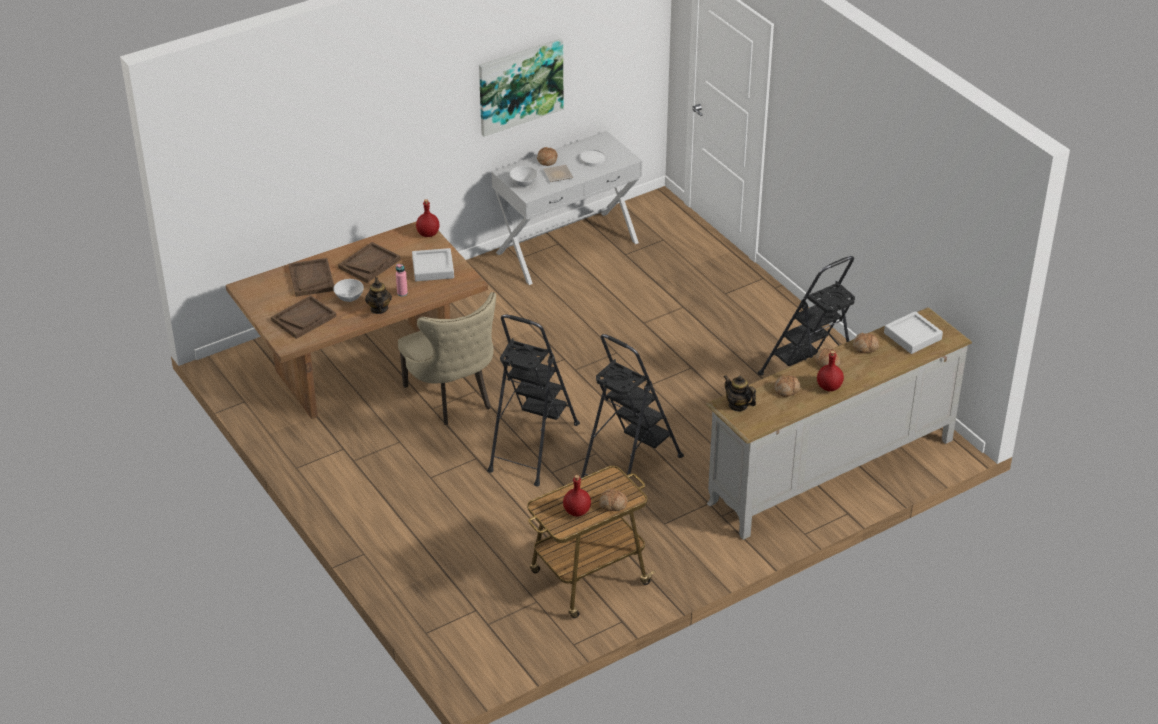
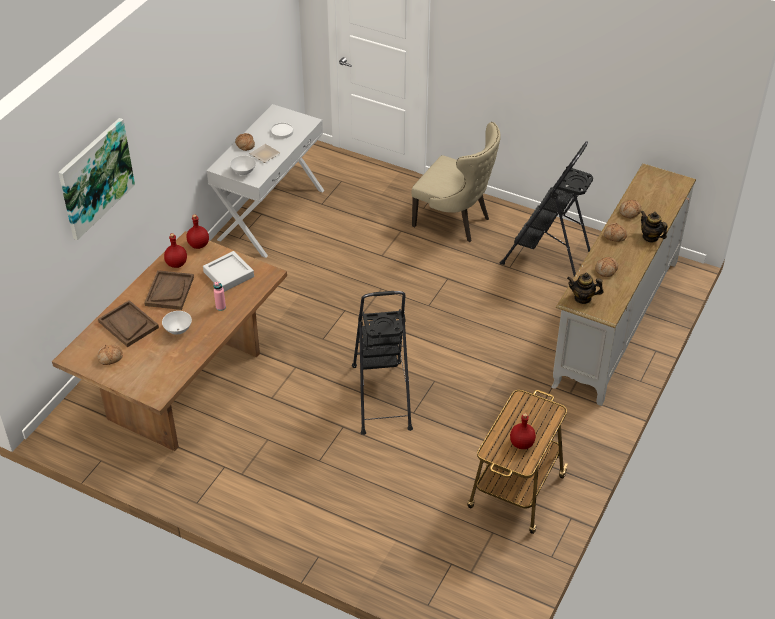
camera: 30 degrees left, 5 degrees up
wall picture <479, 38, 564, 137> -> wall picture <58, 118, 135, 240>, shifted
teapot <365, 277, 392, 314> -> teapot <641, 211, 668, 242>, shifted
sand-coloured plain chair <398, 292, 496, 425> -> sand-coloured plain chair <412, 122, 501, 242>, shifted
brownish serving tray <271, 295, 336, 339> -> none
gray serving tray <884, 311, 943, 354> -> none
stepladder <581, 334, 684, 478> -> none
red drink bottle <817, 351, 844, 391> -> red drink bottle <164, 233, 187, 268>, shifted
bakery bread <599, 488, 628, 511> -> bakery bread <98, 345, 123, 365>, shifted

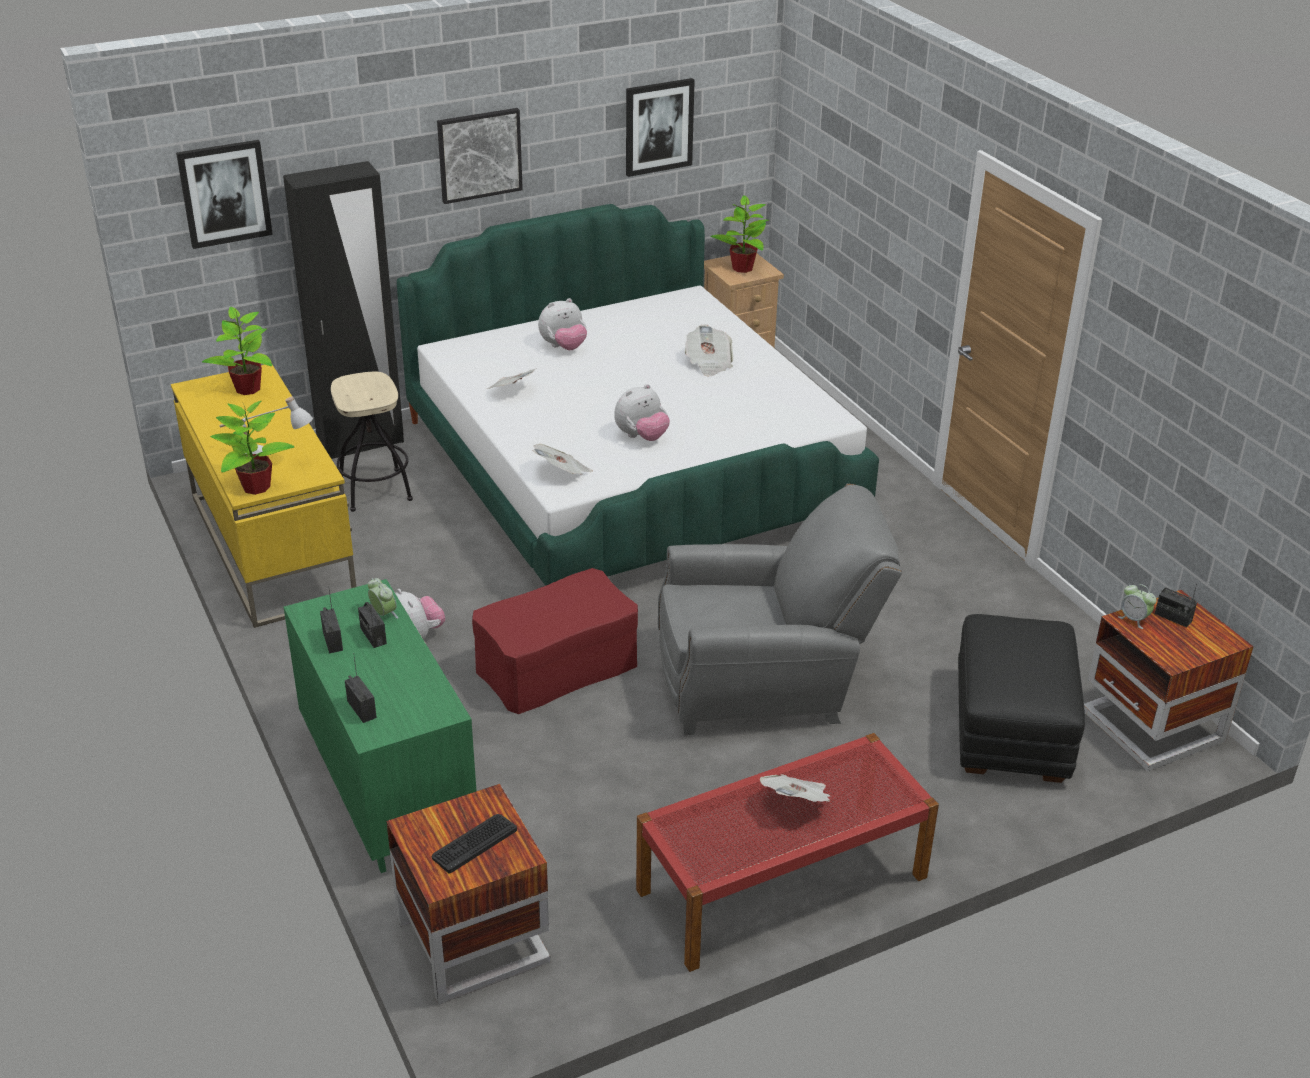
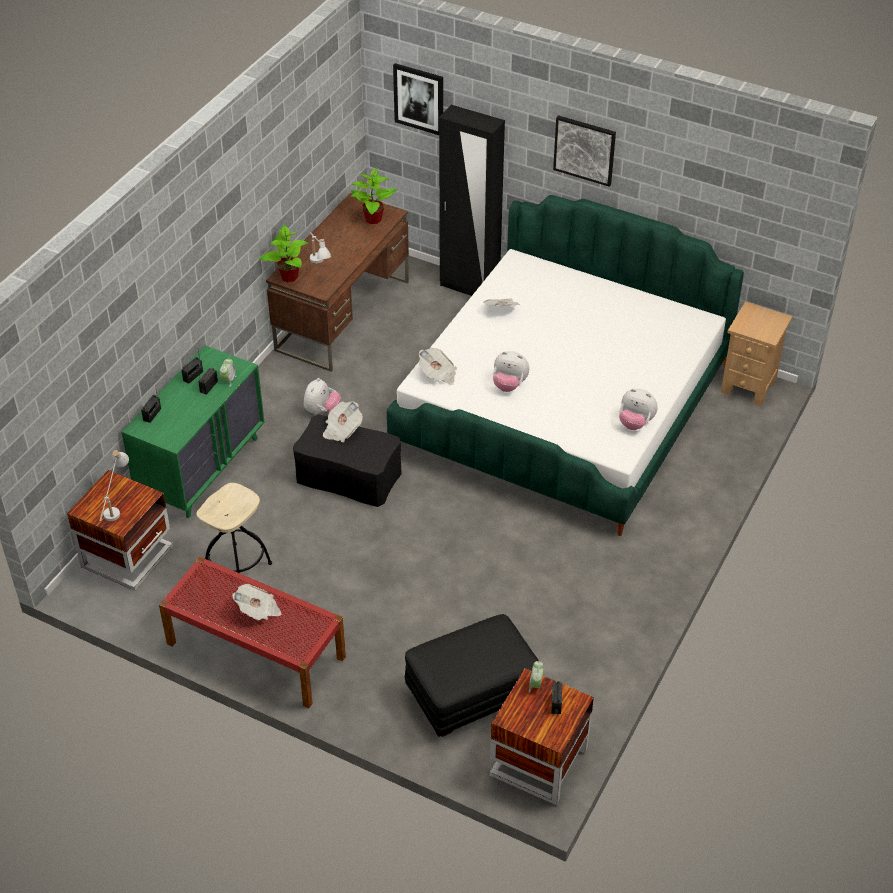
camera: 55 degrees right, 10 degrees up
wall picture <626, 78, 695, 177> -> none
plant in a pot <710, 195, 769, 273> -> none
soft toy <538, 298, 587, 350> -> soft toy <619, 389, 658, 430>, shifted
daily paper <685, 325, 733, 377> -> daily paper <323, 401, 363, 442>, shifted
yellow-coloured desk <171, 365, 356, 628> -> brownish desk <266, 193, 409, 372>
sand-coloured stool <331, 372, 413, 512> -> sand-coloured stool <196, 483, 272, 573>, shifted
gray easy chair <658, 483, 902, 735> -> none
red pouffe <472, 568, 638, 714> -> blackish pouffe <293, 414, 402, 507>
computer keyboard <432, 814, 517, 874> -> white-coloured table lamp <99, 450, 129, 522>

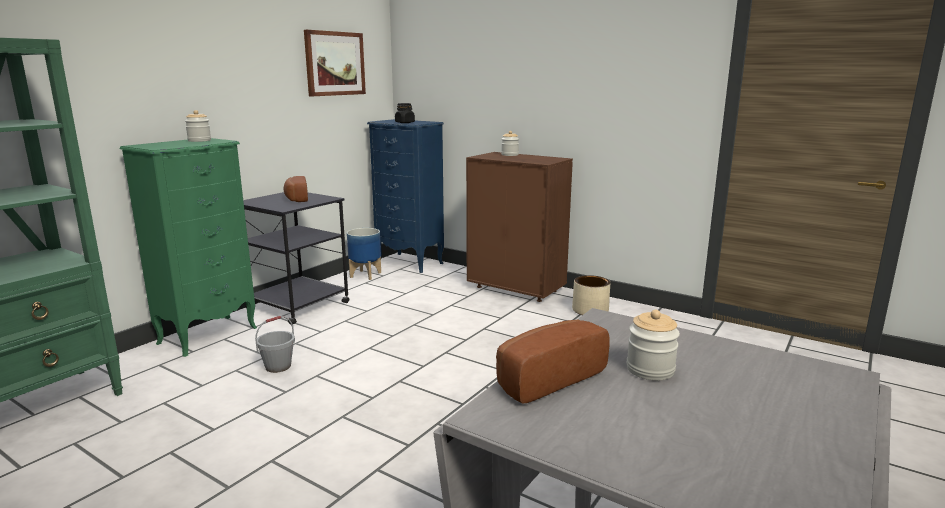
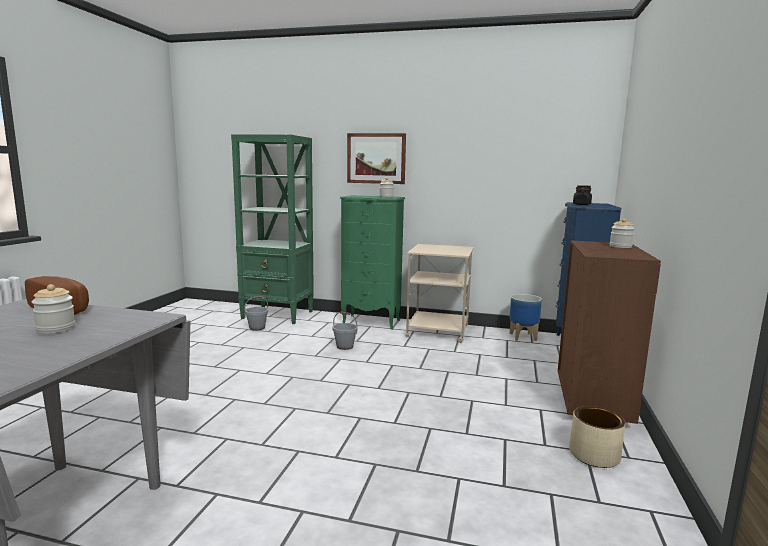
camera: 70 degrees right, 5 degrees down
wall picture <304, 30, 366, 96> -> wall picture <347, 133, 406, 184>, shifted
bakery bread <284, 176, 308, 202> -> none
blackish wheeled cart <243, 192, 350, 325> -> sand-coloured wheeled cart <405, 244, 474, 343>
none -> gray pail <244, 296, 268, 331>

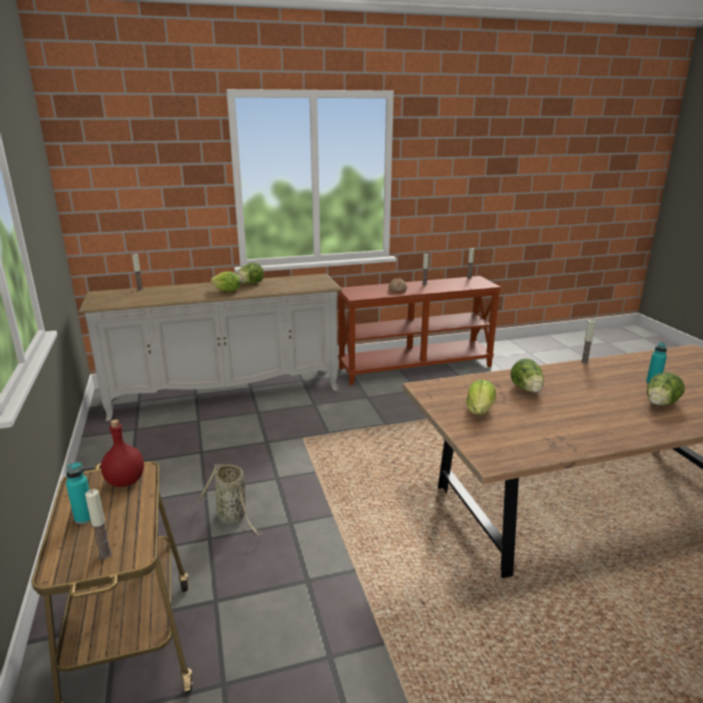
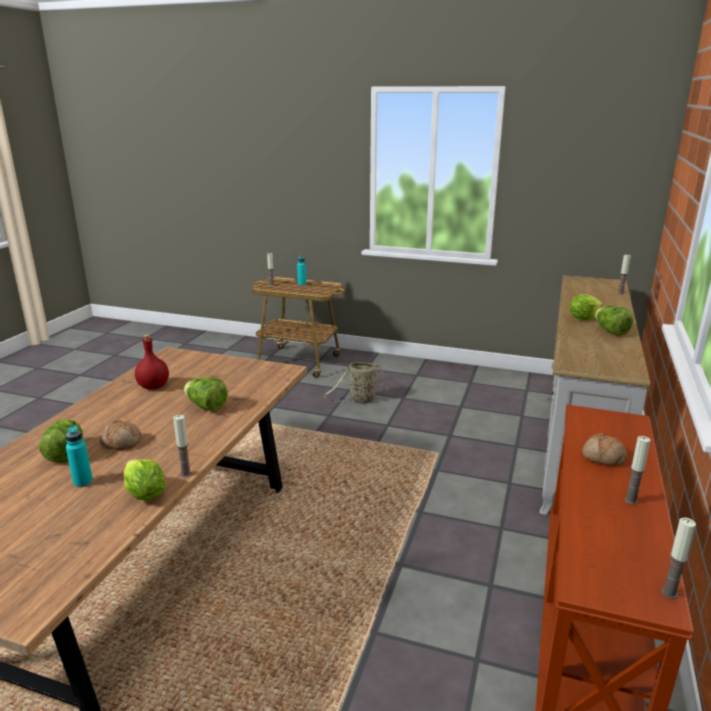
camera: 125 degrees right, 0 degrees up
head of lettuce <466, 379, 496, 414> -> head of lettuce <124, 459, 166, 500>, shifted
red drink bottle <101, 419, 144, 487> -> red drink bottle <135, 335, 169, 390>, shifted
none -> bakery bread <100, 420, 141, 450>

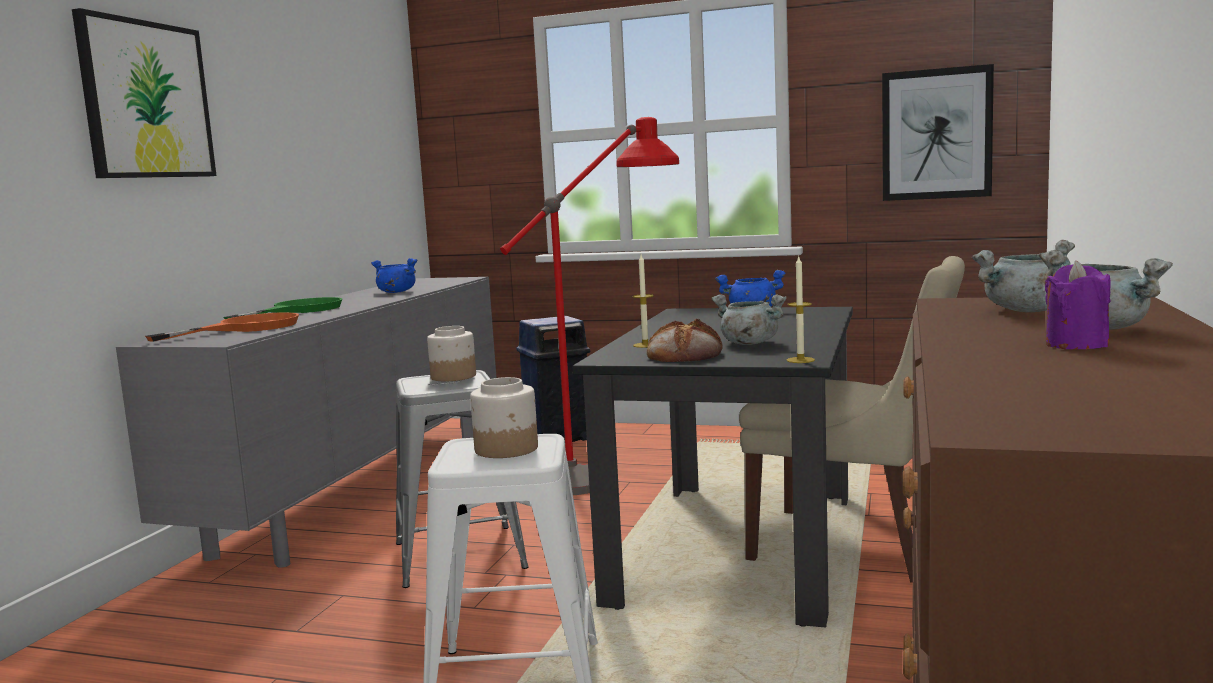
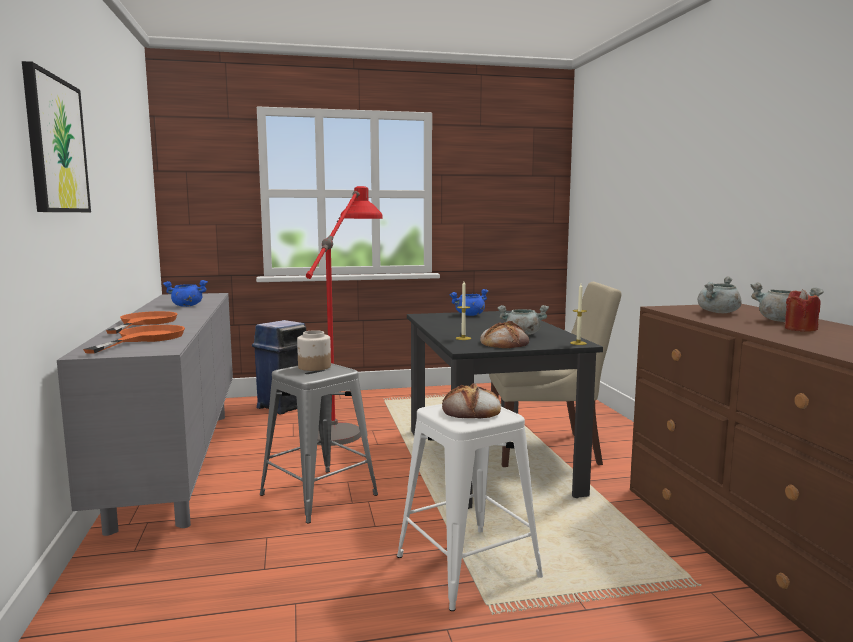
camera: 30 degrees left, 0 degrees up
wall picture <882, 64, 994, 201> -> none
purplish wax candle <1045, 261, 1111, 349> -> red wax candle <785, 289, 821, 332>
greenish pan <224, 297, 342, 319> -> orange pan <106, 311, 177, 334>
preserve jar <470, 377, 538, 458> -> bakery bread <442, 383, 501, 418>

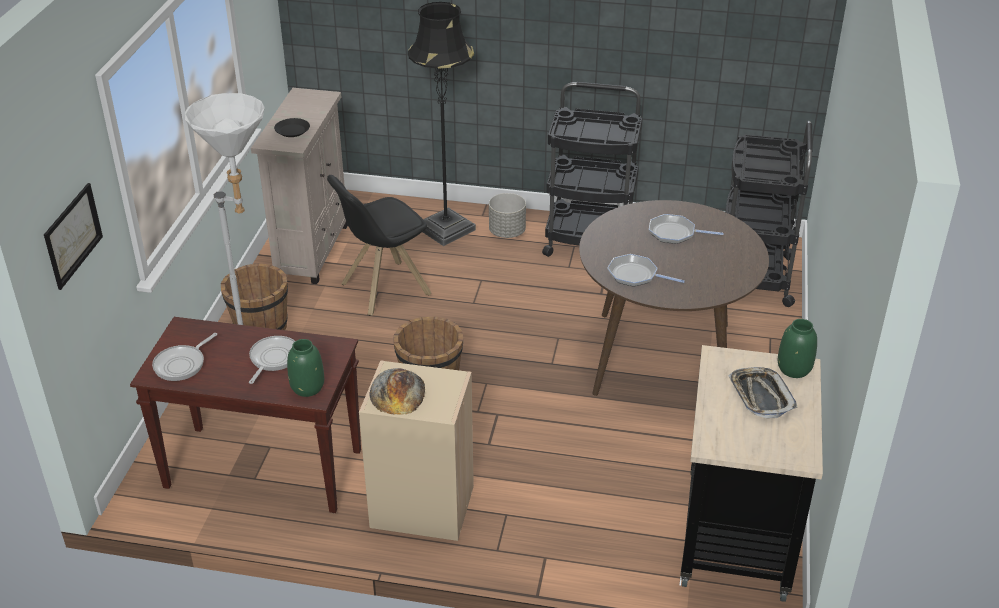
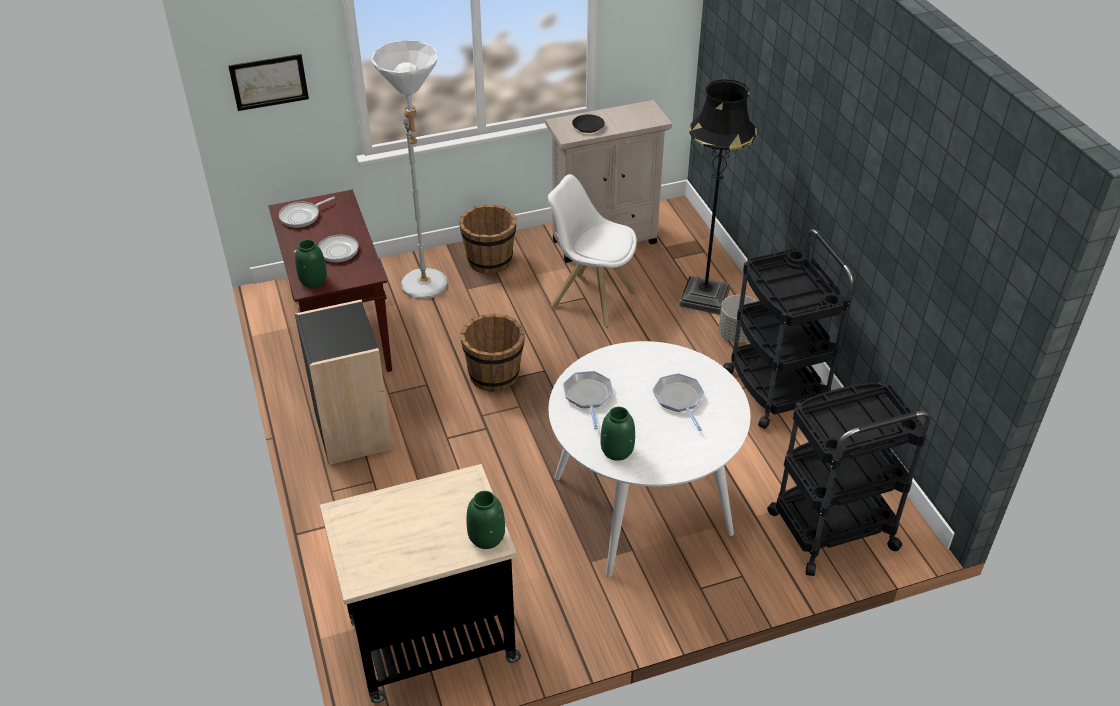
camera: 60 degrees right, 5 degrees up
blackish plain chair <327, 175, 431, 316> -> white-coloured plain chair <548, 174, 637, 327>
brownish dinner table <579, 200, 769, 396> -> white-coloured dinner table <549, 341, 750, 577>
pan <152, 333, 217, 381> -> pan <279, 197, 335, 228>, 45 degrees counterclockwise
sand-coloured bookcase <359, 360, 474, 541> -> blackish bookcase <295, 299, 393, 465>
serving tray <728, 367, 797, 418> -> none
bakery bread <369, 368, 425, 415> -> none
none -> greenish decorative vase <601, 407, 635, 461>

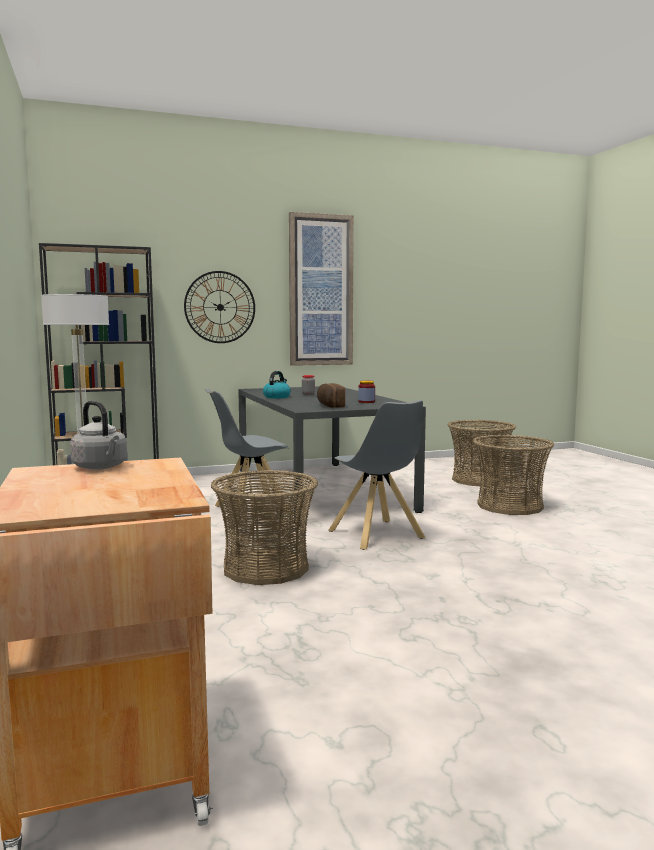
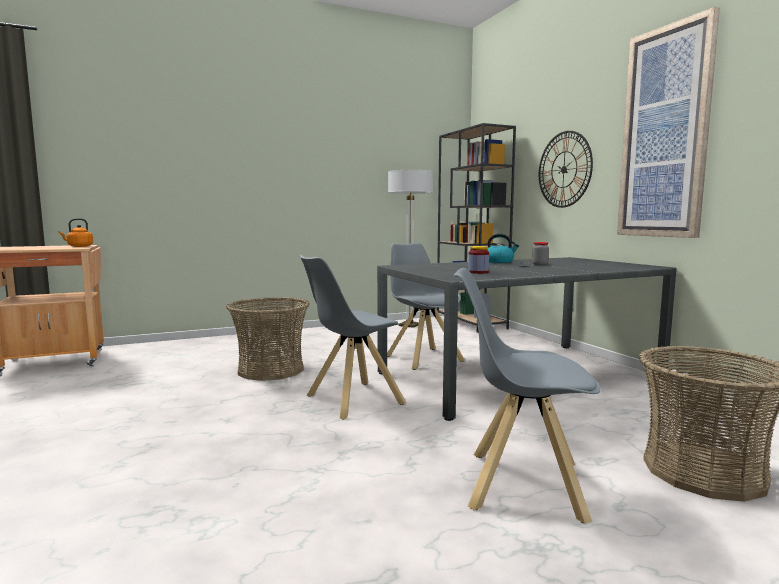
camera: 85 degrees right, 0 degrees up
bakery bread <317, 383, 345, 408> -> none
gray kettle <70, 401, 127, 470> -> orange kettle <59, 218, 93, 247>
household basket <473, 435, 554, 515> -> gray plain chair <454, 268, 601, 524>

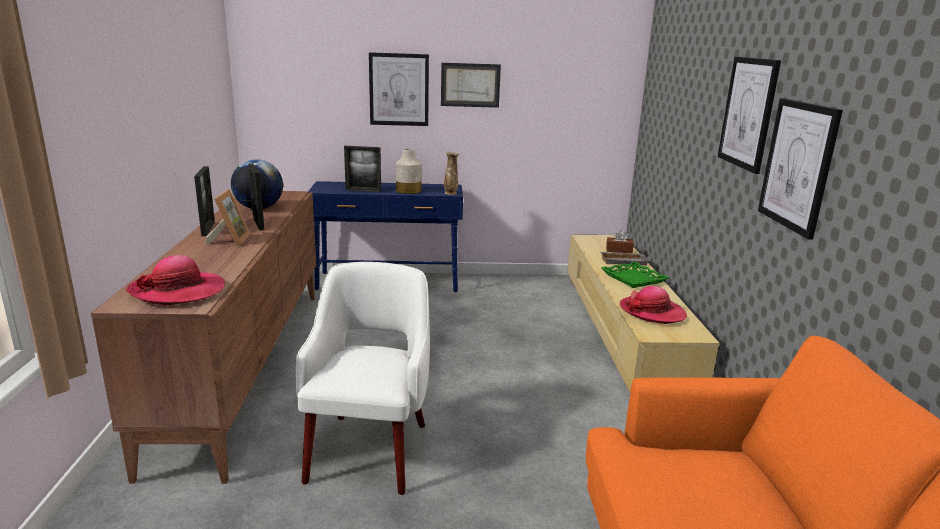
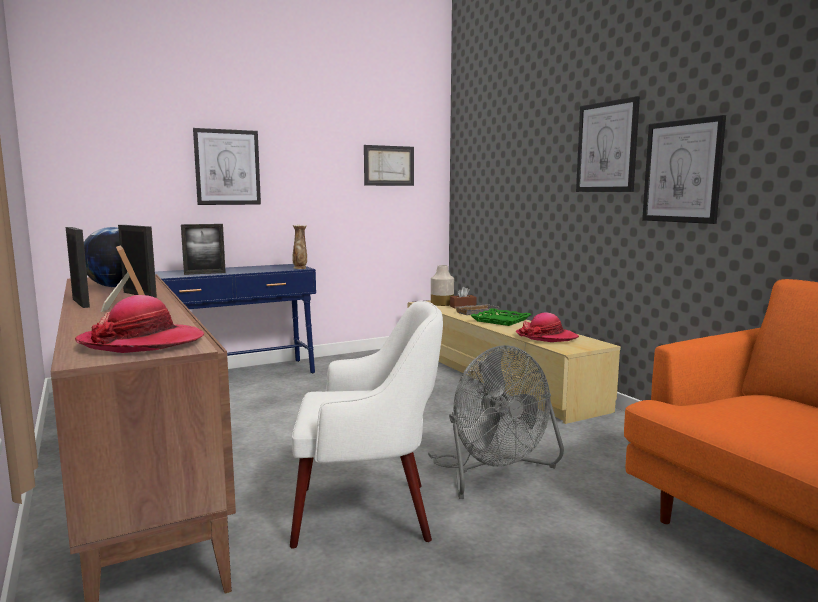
camera: 25 degrees left, 10 degrees down
wall picture <441, 63, 501, 108> -> wall picture <364, 145, 414, 186>, shifted
sand-coloured decorative vase <396, 148, 421, 194> -> sand-coloured decorative vase <431, 265, 454, 306>, shifted
white-coloured easy chair <296, 262, 430, 495> -> white-coloured easy chair <290, 301, 443, 549>, 105 degrees clockwise
none -> gray electric fan <428, 345, 564, 499>

